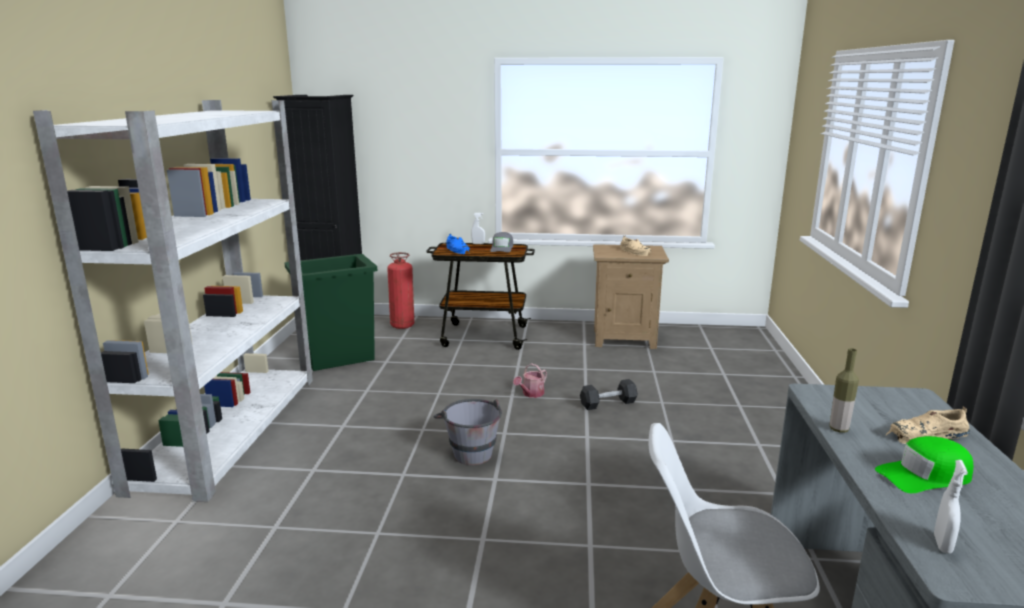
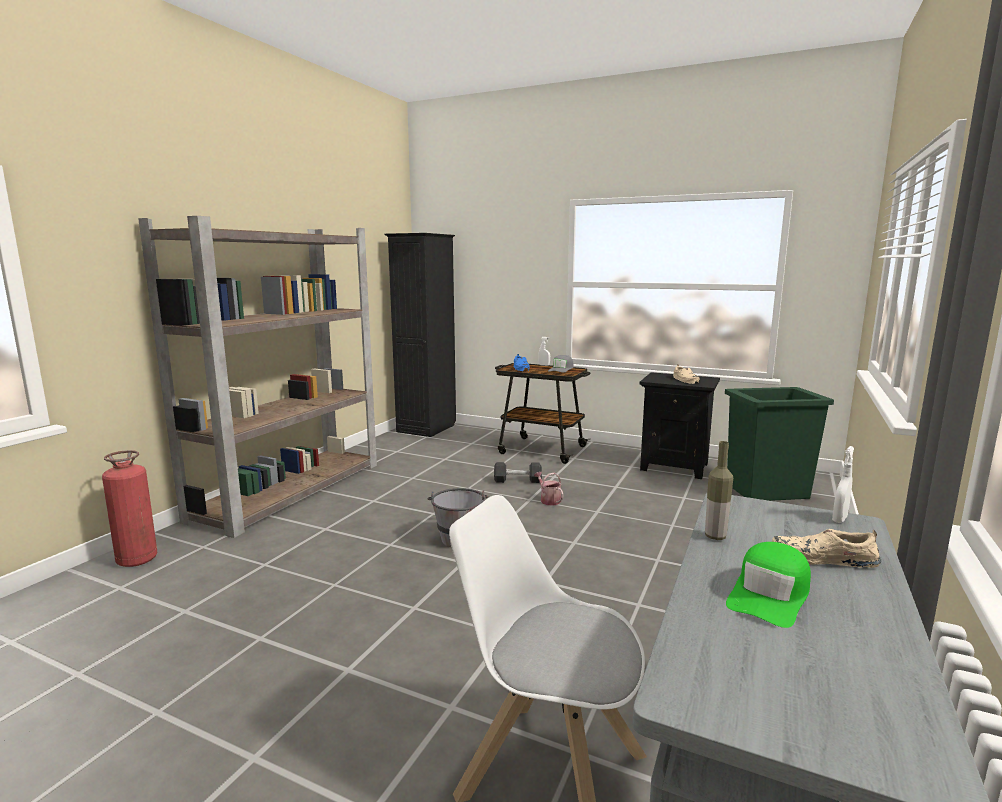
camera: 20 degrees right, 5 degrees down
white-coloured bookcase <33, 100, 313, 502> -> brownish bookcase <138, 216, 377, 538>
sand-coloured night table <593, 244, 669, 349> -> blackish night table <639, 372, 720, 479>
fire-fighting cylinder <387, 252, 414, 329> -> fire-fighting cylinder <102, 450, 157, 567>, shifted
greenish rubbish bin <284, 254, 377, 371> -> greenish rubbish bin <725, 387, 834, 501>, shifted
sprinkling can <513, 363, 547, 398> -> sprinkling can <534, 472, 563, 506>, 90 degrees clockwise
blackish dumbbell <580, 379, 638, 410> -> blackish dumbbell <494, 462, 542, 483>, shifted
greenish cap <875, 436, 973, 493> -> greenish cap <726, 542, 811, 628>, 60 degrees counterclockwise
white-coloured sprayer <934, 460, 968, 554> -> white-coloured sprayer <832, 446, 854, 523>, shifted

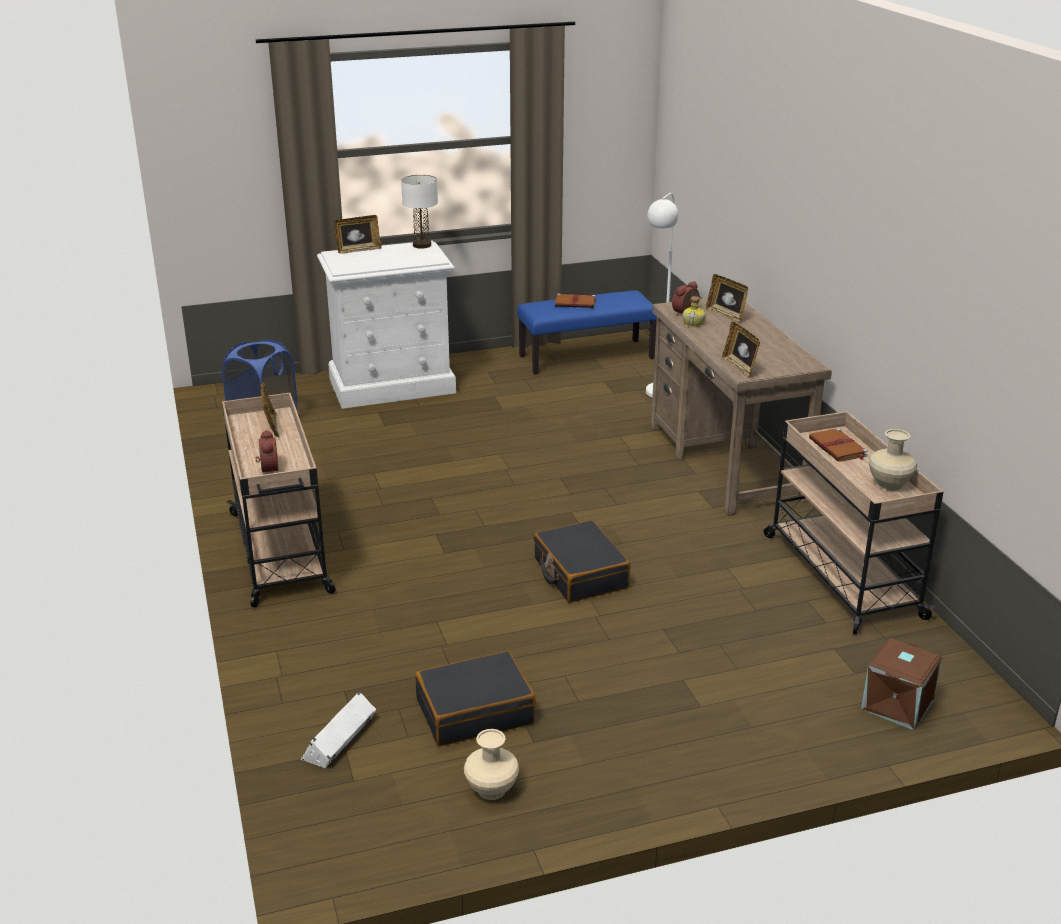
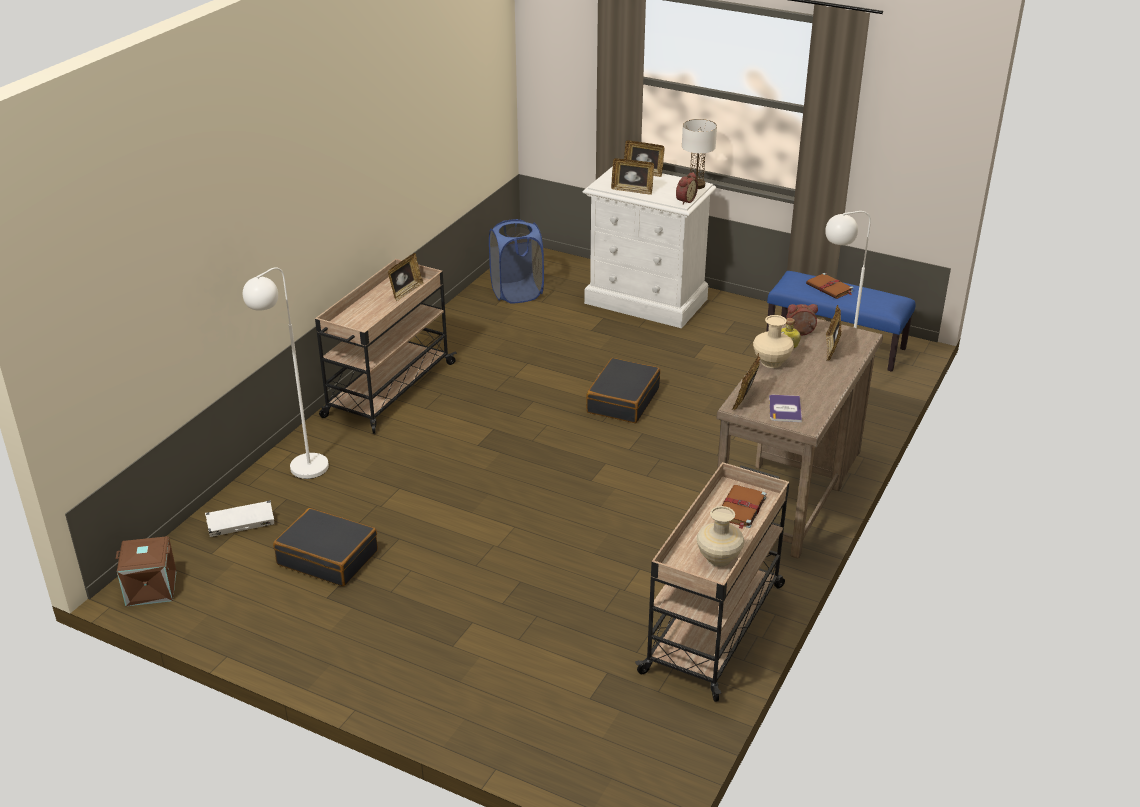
camera: 45 degrees right, 5 degrees up
bedside clock <256, 430, 278, 473> -> bedside clock <676, 172, 698, 204>, shifted
blackish suitcase <534, 520, 630, 603> -> blackish suitcase <586, 358, 660, 423>, shifted
brownish storage box <861, 638, 942, 730> -> brownish storage box <116, 536, 176, 606>, shifted
sand-coloured decorative vase <464, 729, 519, 800> -> sand-coloured decorative vase <753, 315, 794, 368>, shifted
none -> standing frame <611, 158, 654, 195>
none -> white-coloured standing lamp <243, 267, 329, 479>
none -> volume <769, 395, 802, 422>

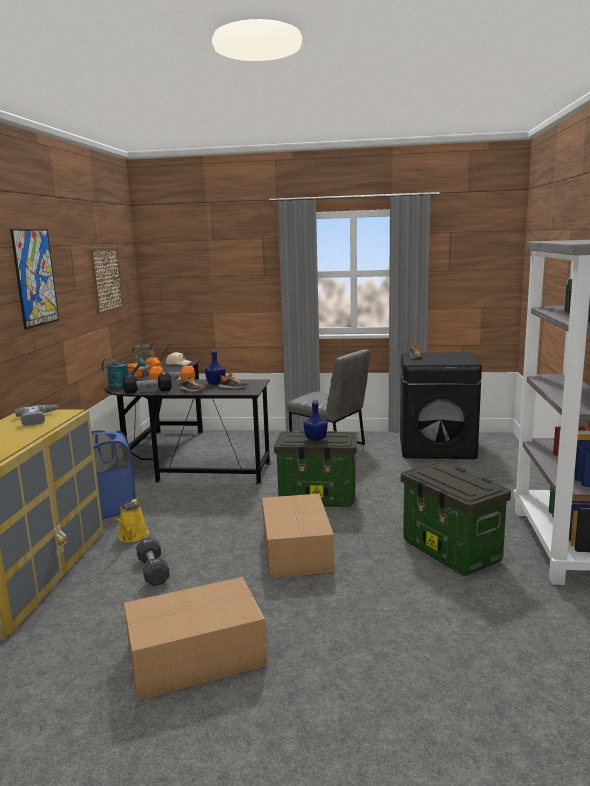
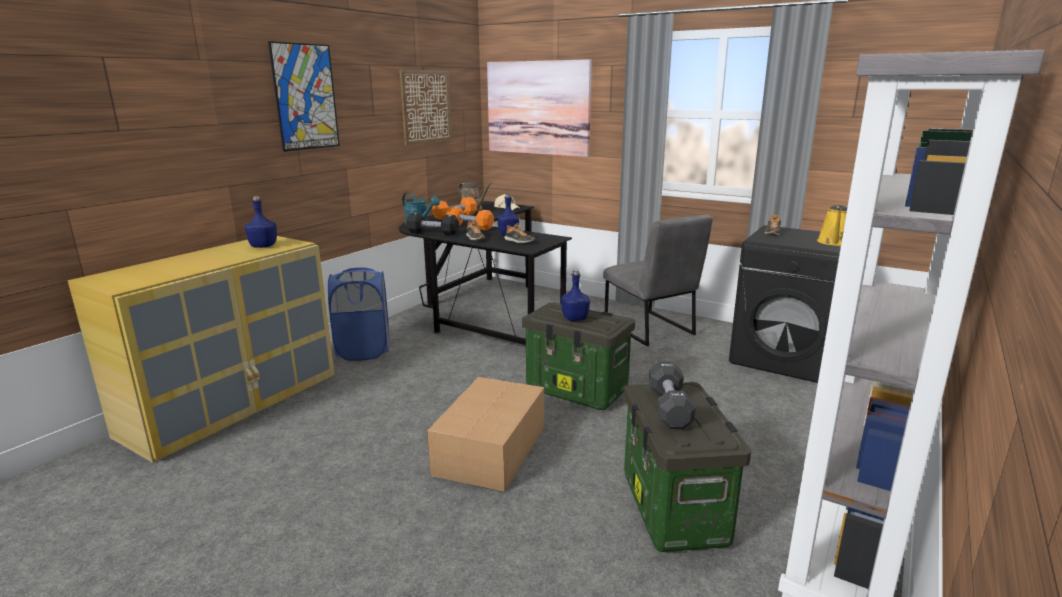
camera: 25 degrees right, 5 degrees up
electric drill <15, 405, 58, 426> -> blue-coloured drink bottle <245, 196, 277, 248>
yellow-coloured sprinkling can <115, 499, 149, 542> -> yellow-coloured sprinkling can <817, 205, 847, 246>, shifted
blackish dumbbell <136, 537, 170, 586> -> blackish dumbbell <649, 361, 696, 429>, shifted
cardboard box <124, 577, 267, 701> -> none
none -> wall picture <487, 59, 592, 157>

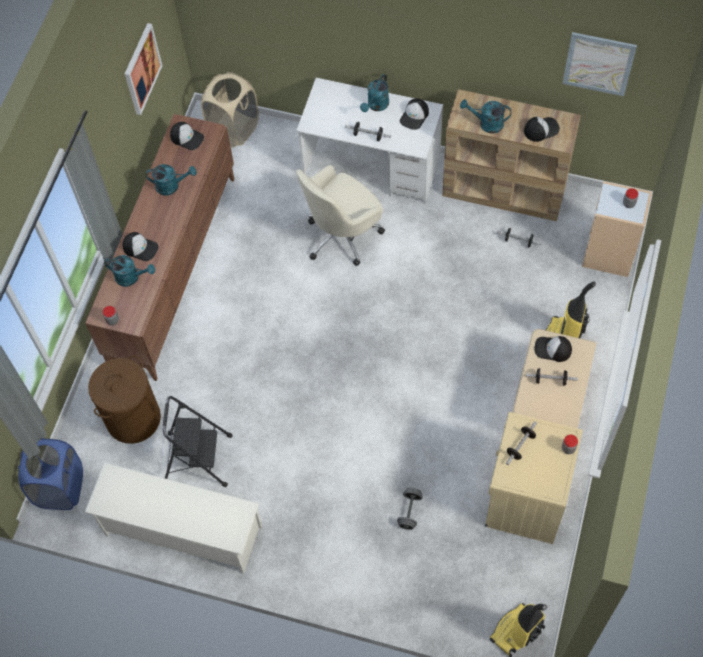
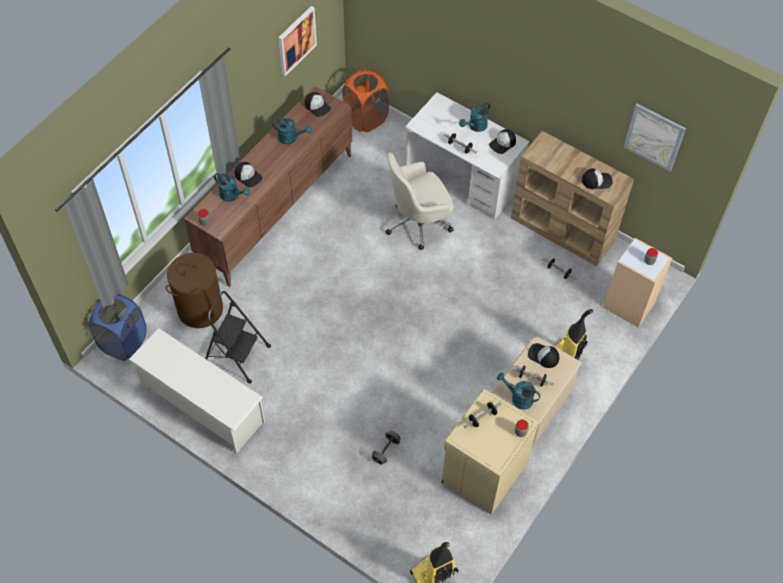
camera: 15 degrees right, 5 degrees down
sand-coloured washing basket <201, 72, 259, 148> -> orange washing basket <342, 70, 389, 132>
turquoise sprinkling can <460, 99, 511, 134> -> turquoise sprinkling can <497, 373, 540, 410>, shifted

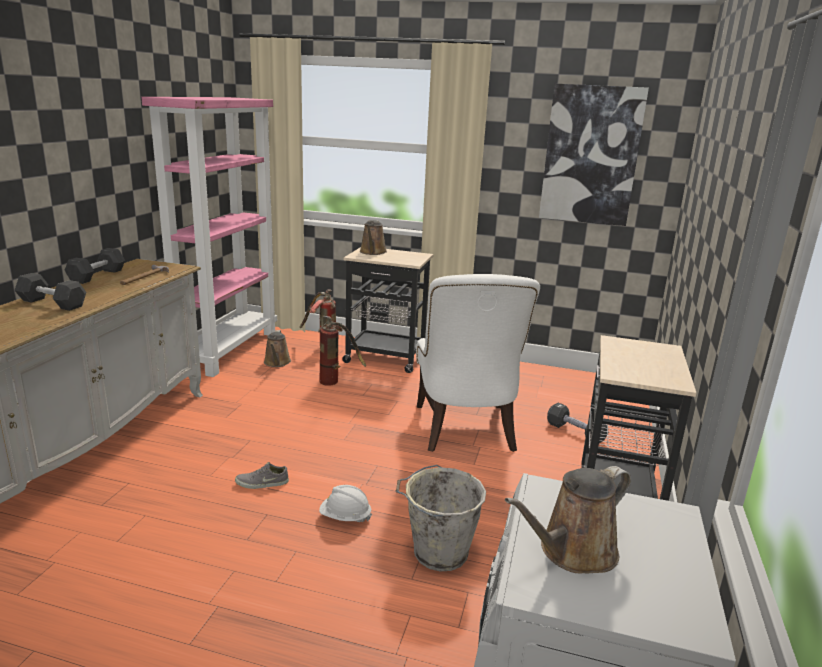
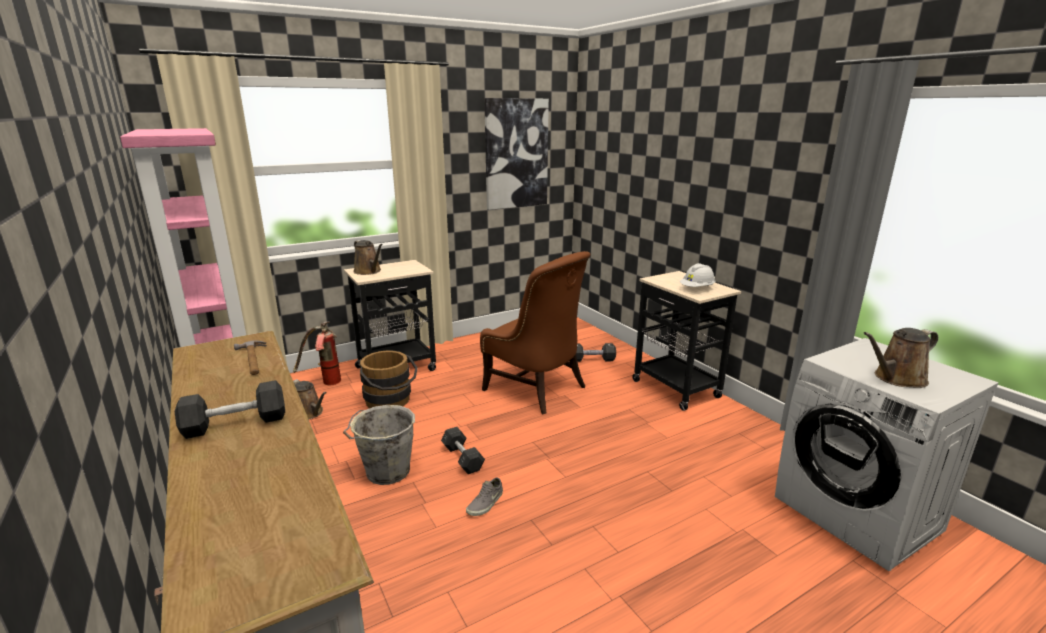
camera: 45 degrees left, 0 degrees up
gray dumbbell <64, 248, 125, 284> -> gray dumbbell <441, 427, 485, 474>, shifted
white-coloured plain chair <416, 274, 540, 452> -> brownish plain chair <480, 251, 591, 415>
fire-fighting cylinder <318, 316, 366, 386> -> brownish pail <360, 351, 418, 408>
gray pail <396, 465, 486, 571> -> gray pail <343, 405, 415, 485>, shifted
brownish sprinkling can <505, 466, 631, 574> -> brownish sprinkling can <863, 328, 938, 388>, 60 degrees clockwise
white-coloured work helmet <319, 485, 372, 522> -> white-coloured work helmet <680, 263, 715, 287>, shifted

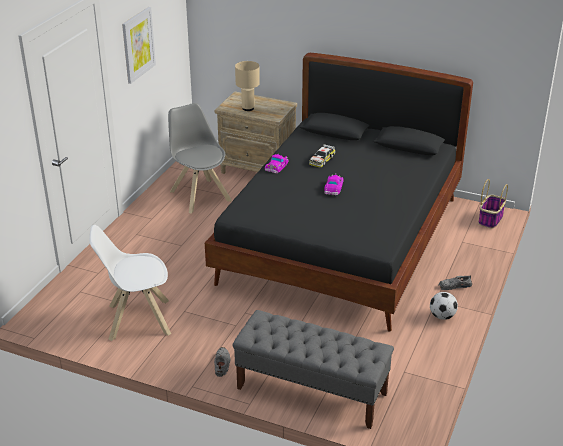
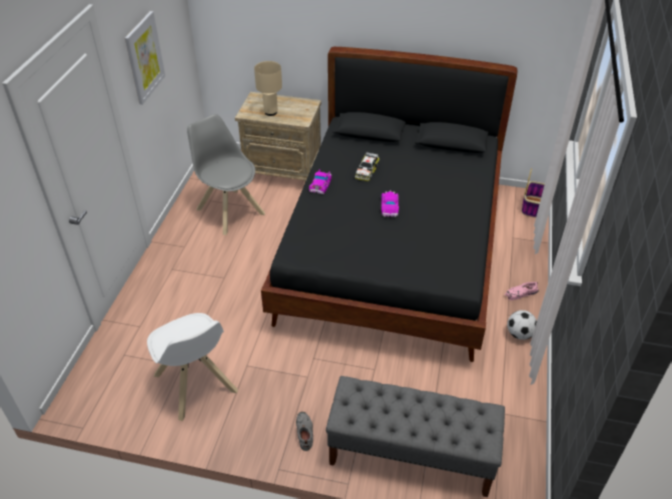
camera: 10 degrees left, 10 degrees up
white-coloured plain chair <89, 225, 171, 341> -> white-coloured plain chair <147, 313, 238, 421>, 105 degrees counterclockwise
gray low shoe <439, 276, 472, 290> -> pink low shoe <504, 282, 539, 300>

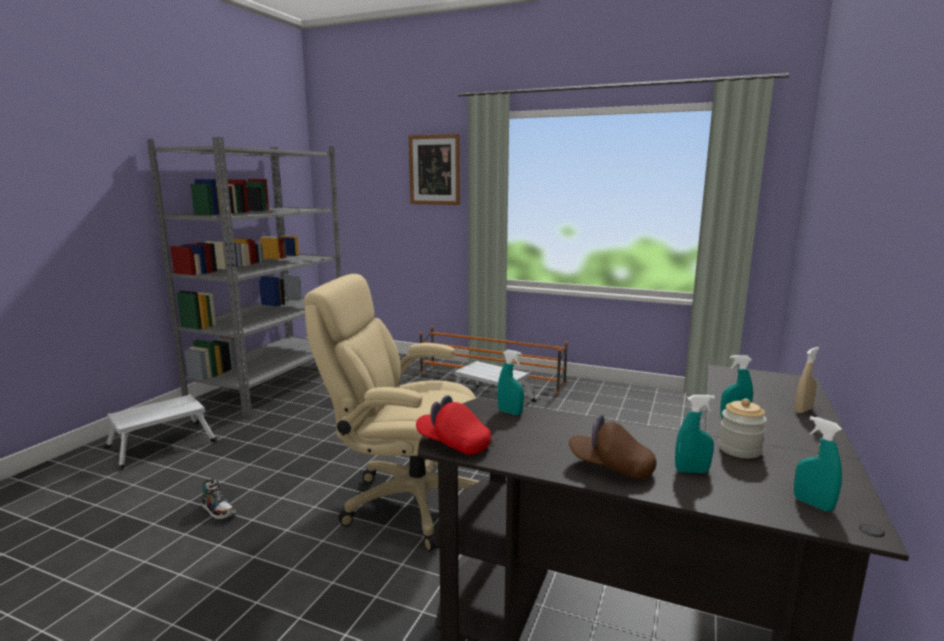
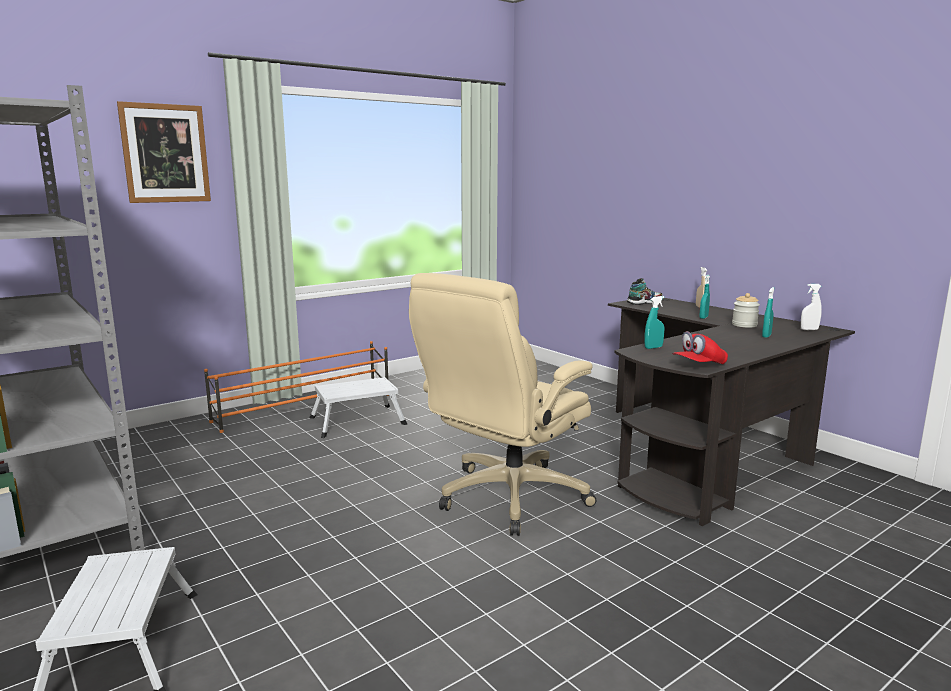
camera: 60 degrees left, 0 degrees up
brownish cap <569, 414, 657, 480> -> none
turquoise sprayer <794, 416, 842, 512> -> white-coloured sprayer <801, 284, 822, 330>
low shoe <202, 478, 236, 520> -> low shoe <627, 278, 663, 305>, shifted

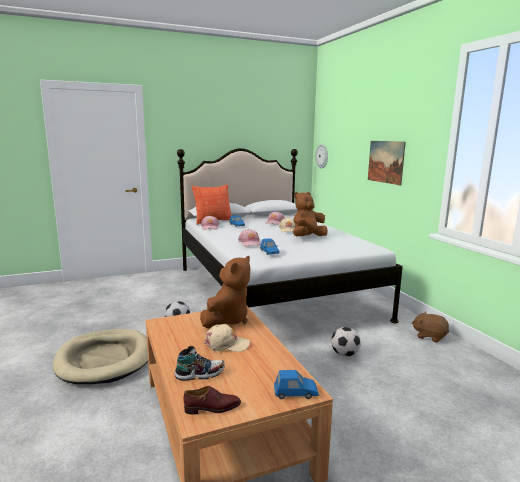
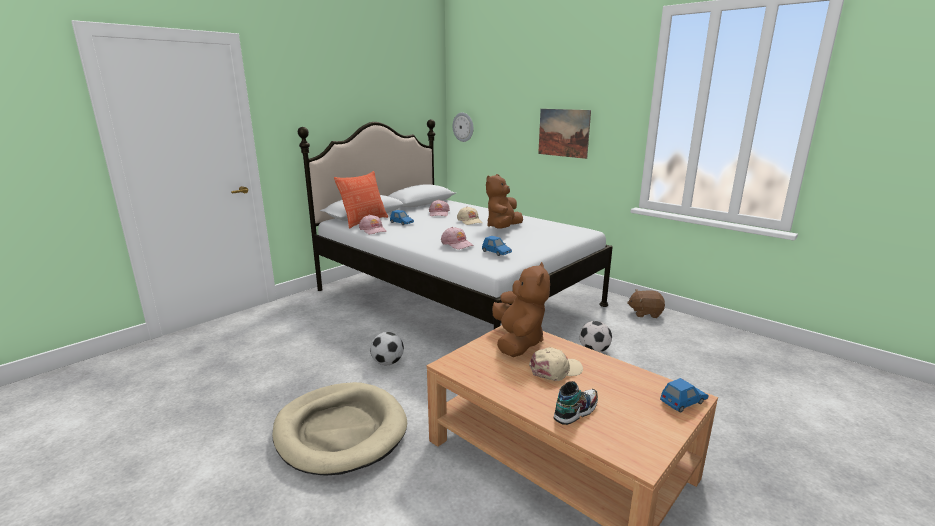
camera: 25 degrees left, 5 degrees up
brownish low shoe <183, 386, 241, 415> -> none

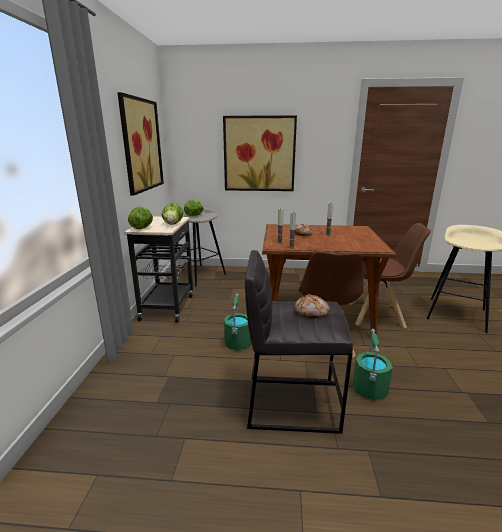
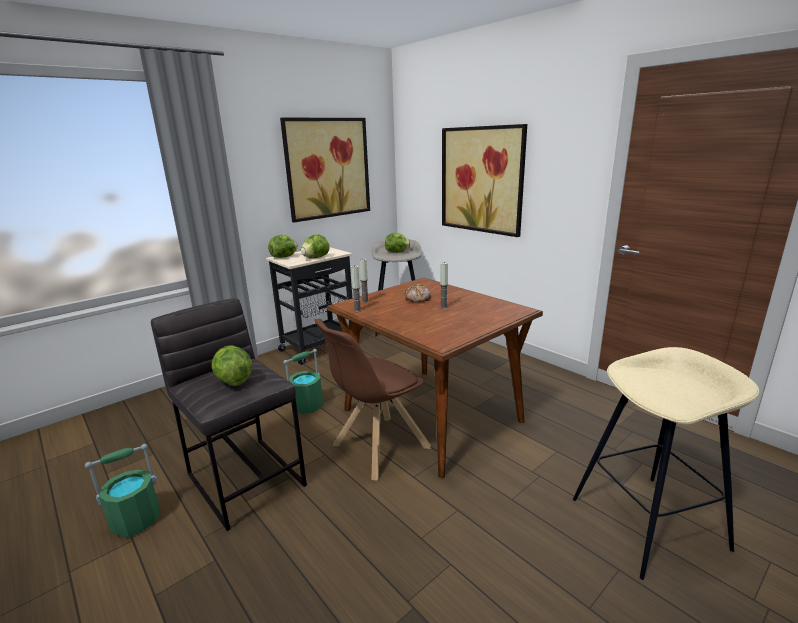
camera: 45 degrees right, 0 degrees up
brownish plain chair <349, 223, 431, 328> -> none
bakery bread <294, 294, 330, 319> -> head of lettuce <211, 346, 252, 386>
greenish pail <353, 329, 393, 400> -> greenish pail <85, 444, 160, 537>, shifted

